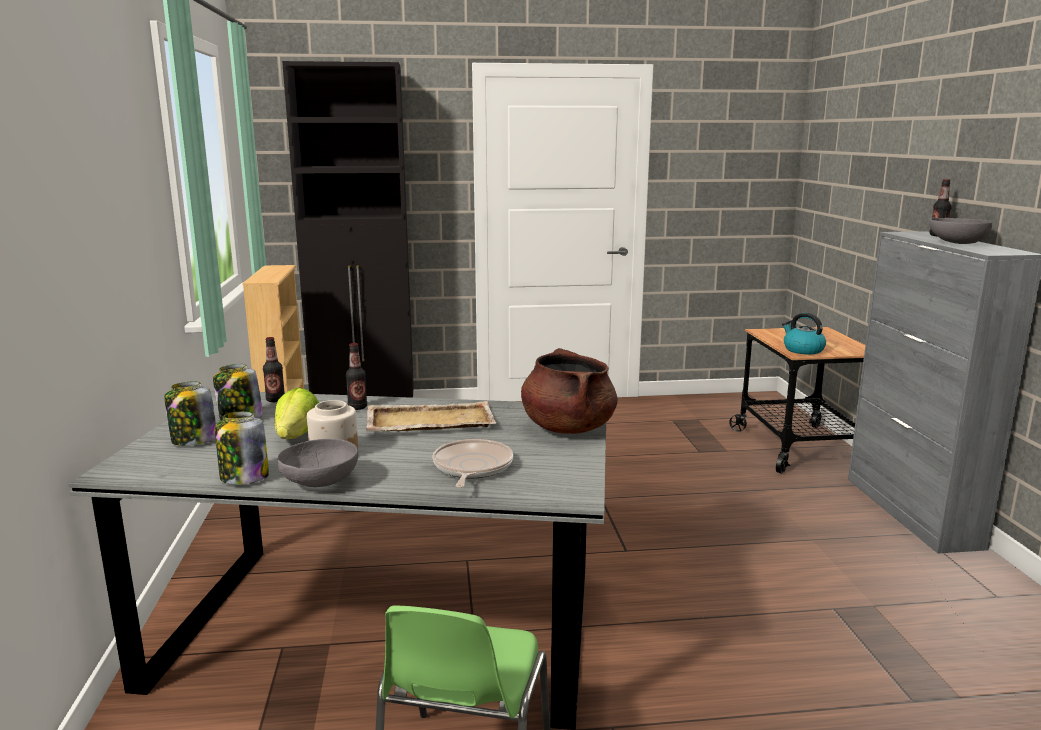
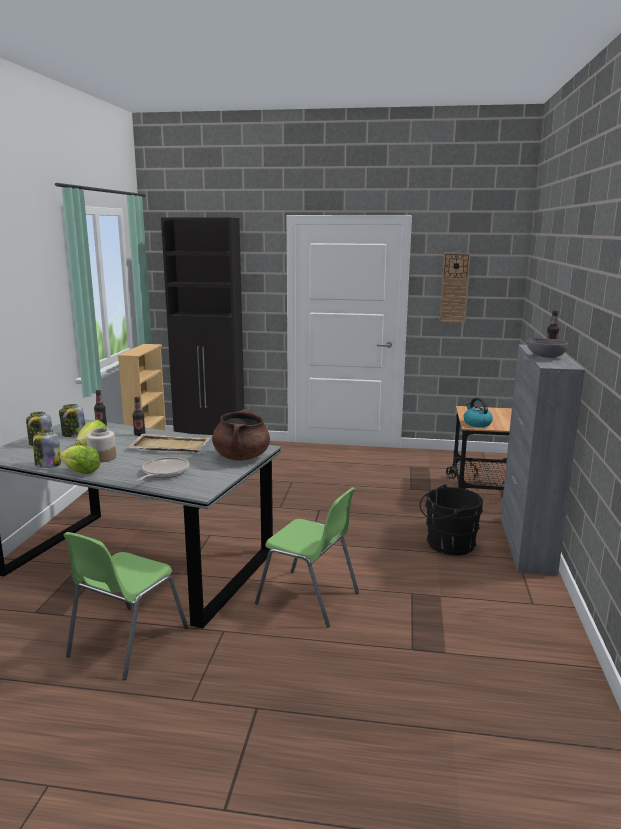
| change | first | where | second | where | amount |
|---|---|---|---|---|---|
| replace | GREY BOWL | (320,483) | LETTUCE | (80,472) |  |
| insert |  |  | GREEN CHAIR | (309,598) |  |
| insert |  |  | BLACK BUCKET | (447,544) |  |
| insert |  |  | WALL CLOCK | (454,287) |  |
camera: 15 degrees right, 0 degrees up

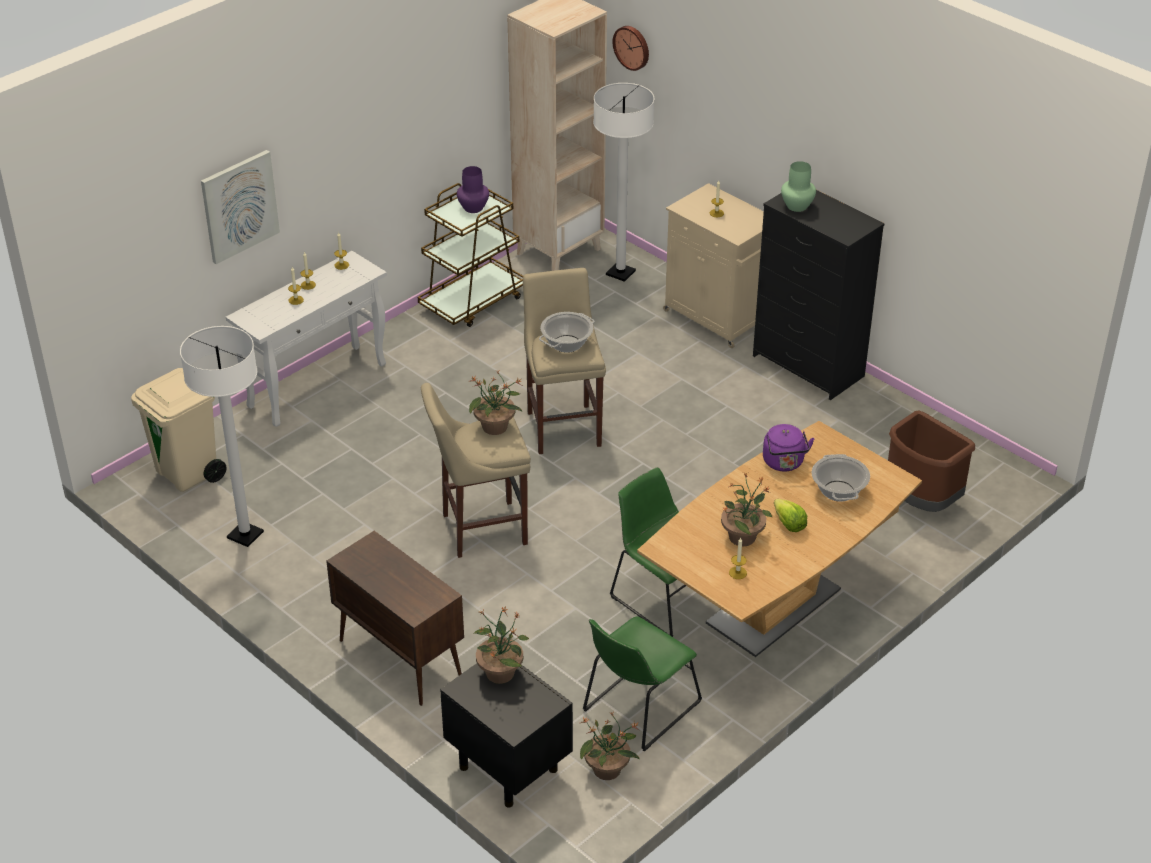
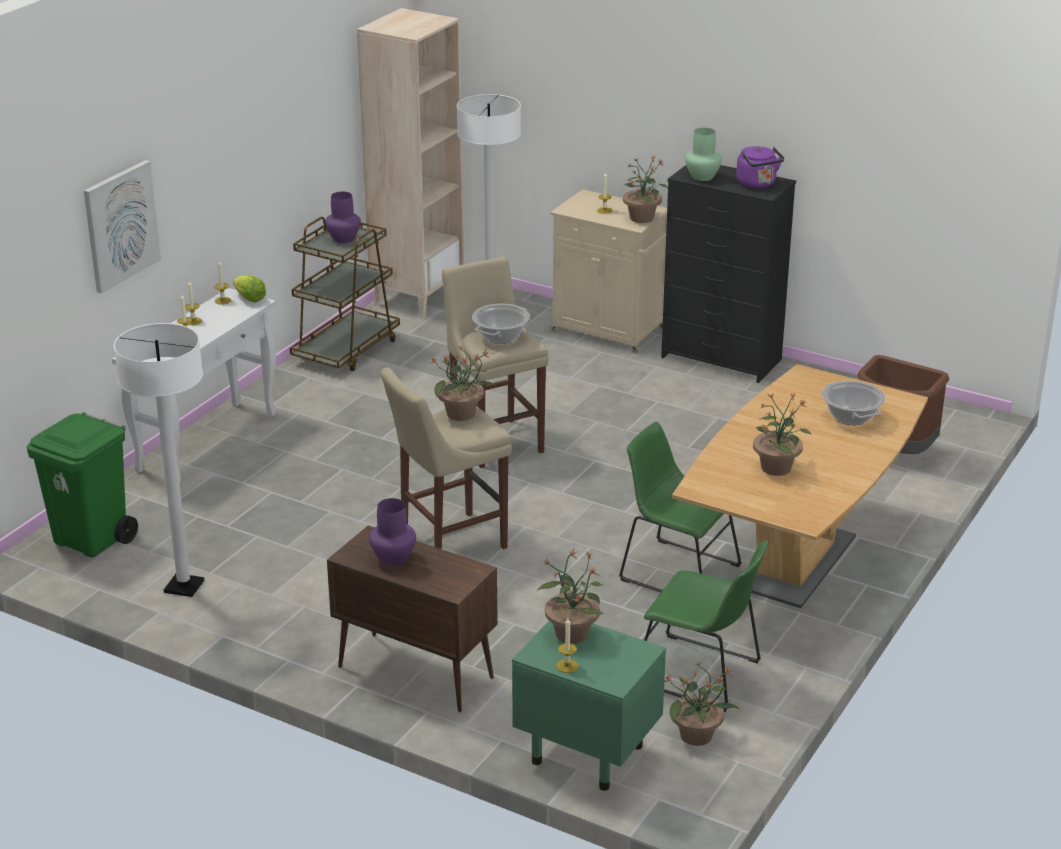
| change | first | where | second | where | amount |
|---|---|---|---|---|---|
| recolor | BEIGE TRASH CAN | (188,473) | GREEN TRASH CAN | (92,540) |  |
| recolor | BLACK NIGHTSTAND | (507,767) | GREEN NIGHTSTAND | (585,753) |  |
| rotate | GREEN CHAIR | (638,709) |  | (701,674) | 90 degrees counterclockwise |
| delete | WALL CLOCK | (632,47) |  |  |  |
| move | CANDLE | (737,573) |  | (567,666) |  |
| move | PURPLE KETTLE | (784,463) |  | (758,184) |  |
| move | LETTUCE | (788,524) |  | (249,298) |  |
| insert |  |  | PURPLE VASE | (394,558) |  |
| insert |  |  | POTTED PLANT | (642,217) |  |
camera: 15 degrees left, 10 degrees down

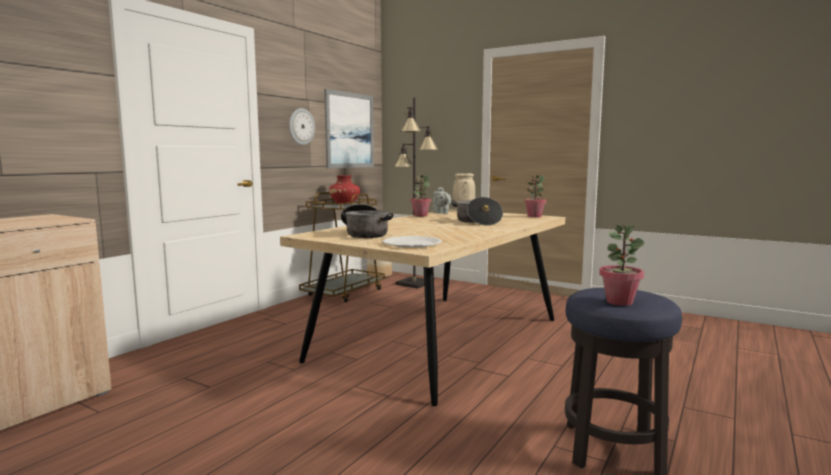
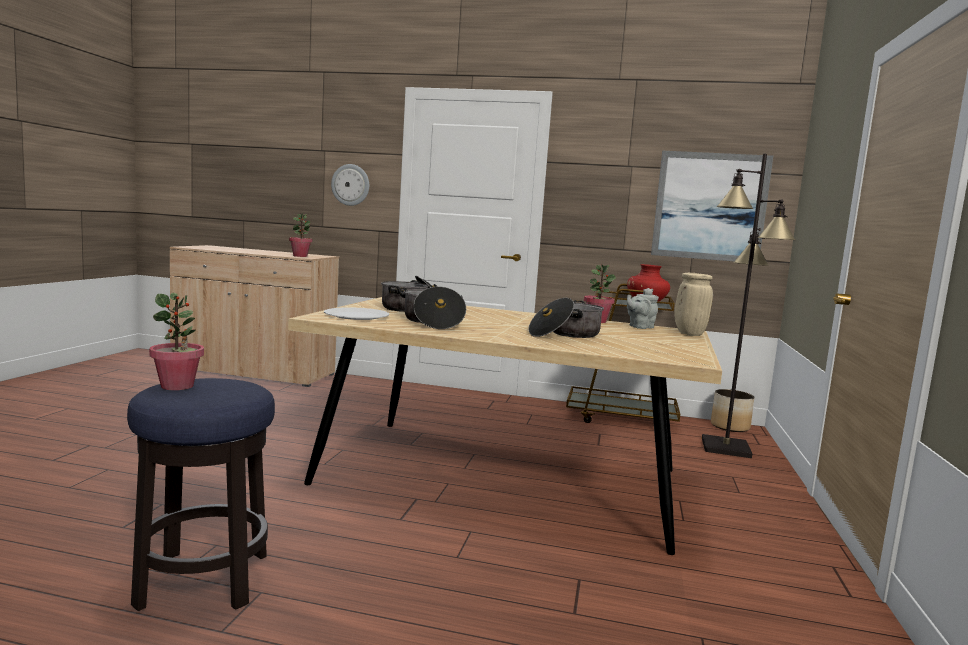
| change | first | where | second | where | amount |
|---|---|---|---|---|---|
| move | WALL CLOCK | (301,126) |  | (350,185) |  |
| move | POTTED PLANT | (534,216) |  | (300,256) |  |
| insert |  |  | COOKING POT | (431,322) |  |
camera: 70 degrees right, 0 degrees up

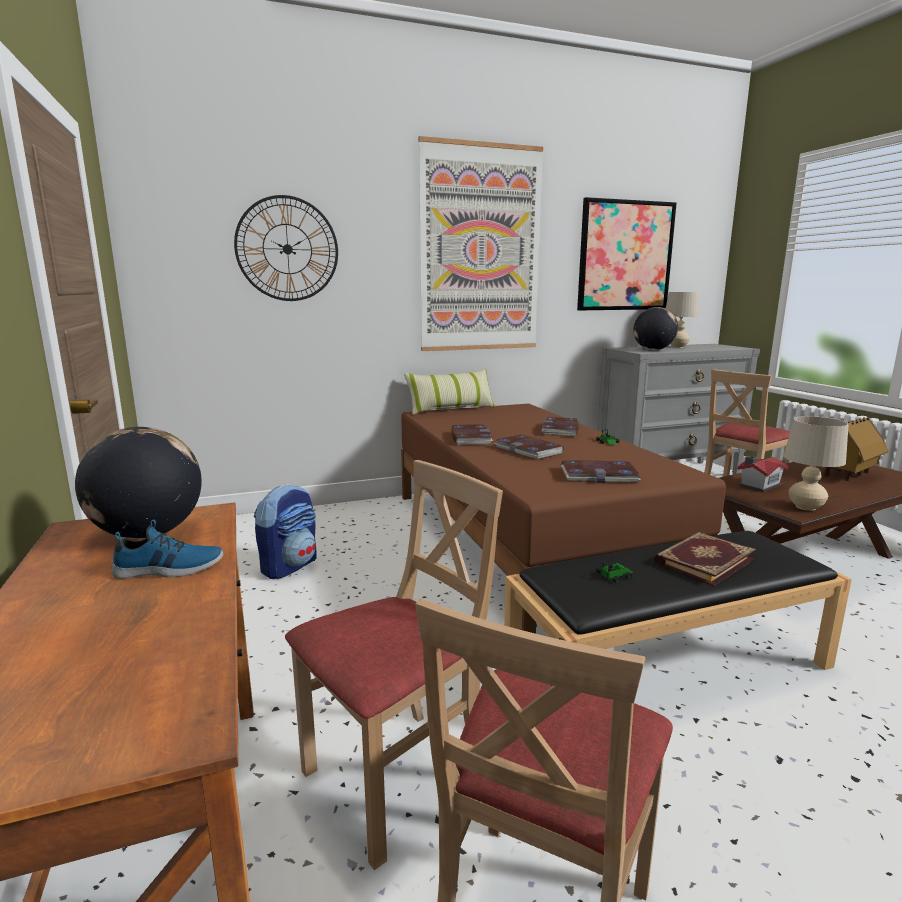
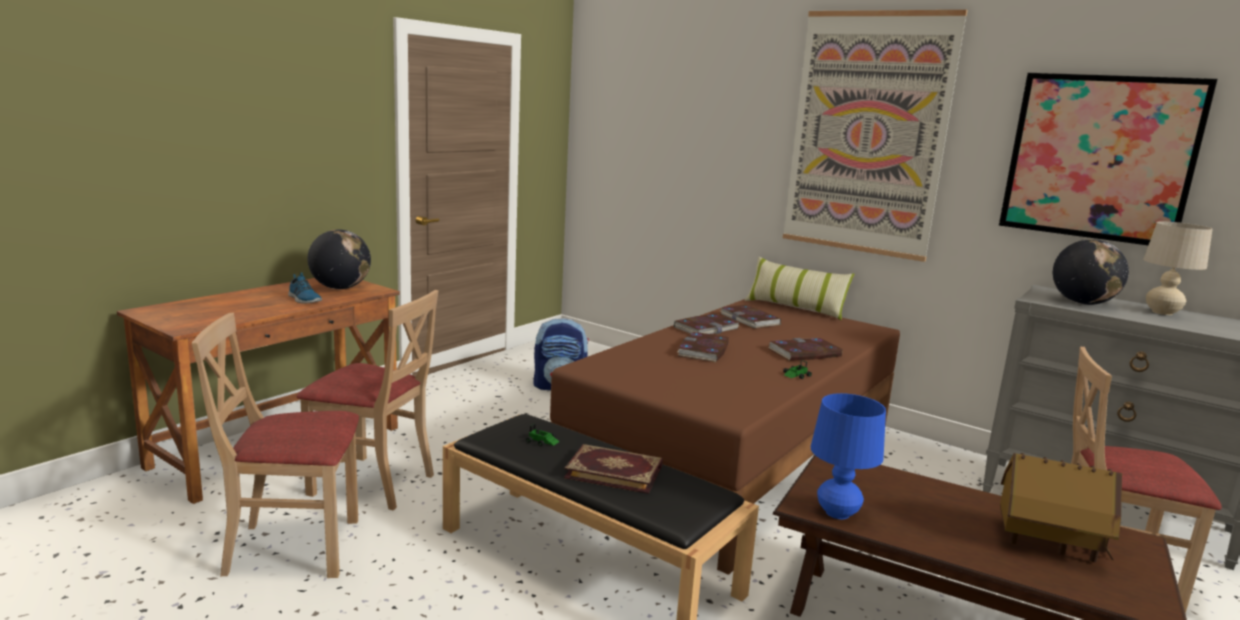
| change | first | where | second | where | amount |
|---|---|---|---|---|---|
| delete | WALL CLOCK | (287,249) |  |  |  |
| move | BOOK | (599,475) |  | (750,320) |  |
| delete | TOY HOUSE | (758,485) |  |  |  |
| recolor | BEIGE TABLE LAMP | (805,507) | BLUE TABLE LAMP | (837,513) |  |
camera: 55 degrees right, 0 degrees up

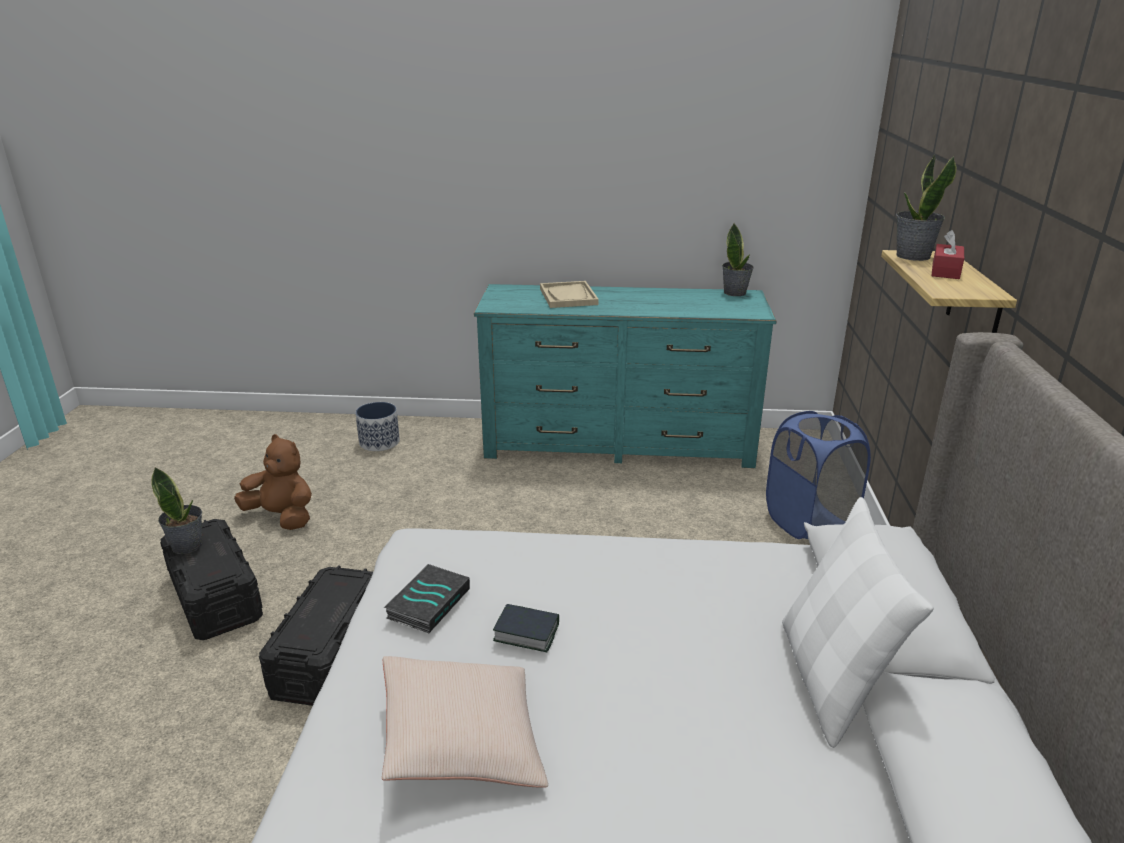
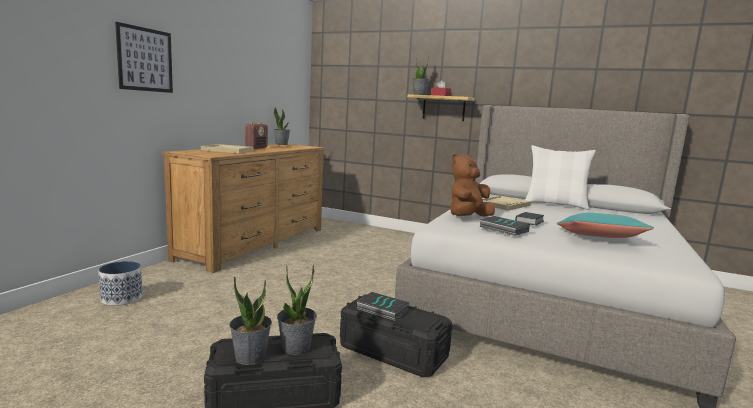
| change | first | where | second | where | amount |
|---|---|---|---|---|---|
| move | BROWN PLUSH TOY | (282,517) |  | (468,218) |  |
| recolor | BEIGE PILLOW | (462,741) | TURQUOISE PILLOW | (599,239) |  |
| recolor | TURQUOISE DRESSER | (618,443) | BROWN DRESSER | (255,243) |  |
| delete | BLUE LAUNDRY BASKET | (809,523) |  |  |  |
| insert |  |  | PICTURE | (145,59) |  |
| insert |  |  | RADIO | (256,148) |  |
| insert |  |  | POTTED PLANT | (296,348) |  |
| insert |  |  | BOOK | (381,309) |  |
| insert |  |  | BEIGE TRAY | (504,204) |  |
camera: 70 degrees left, 15 degrees down

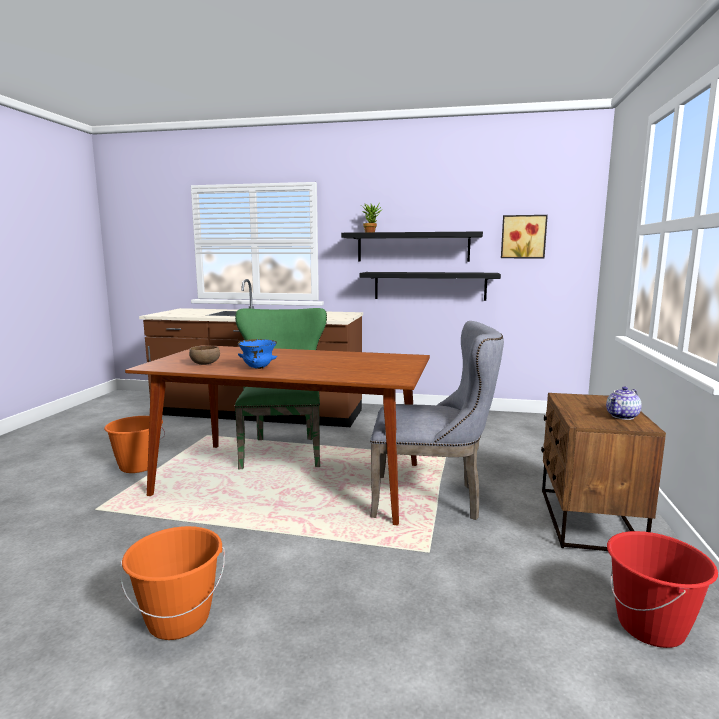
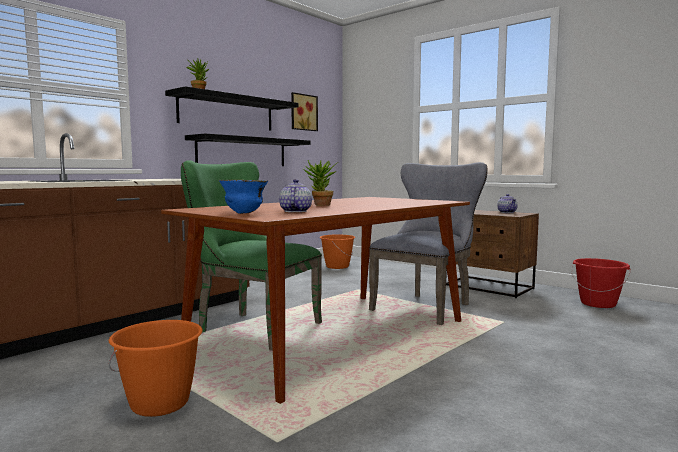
| change | first | where | second | where | amount |
|---|---|---|---|---|---|
| move | ORANGE BUCKET | (179,620) |  | (337,266) |  |
| replace | BROWN BOWL | (205,364) | TEAPOT | (294,211) |  |
| move | BLUE BOWL | (257,368) |  | (244,213) |  |
| insert |  |  | POTTED PLANT | (320,205) |  |
camera: 60 degrees left, 5 degrees down

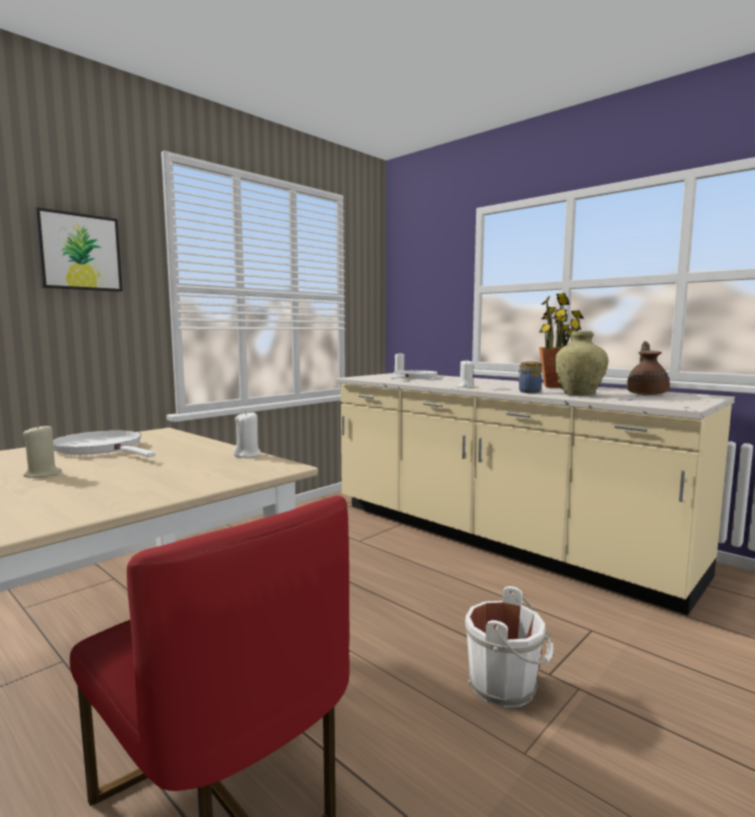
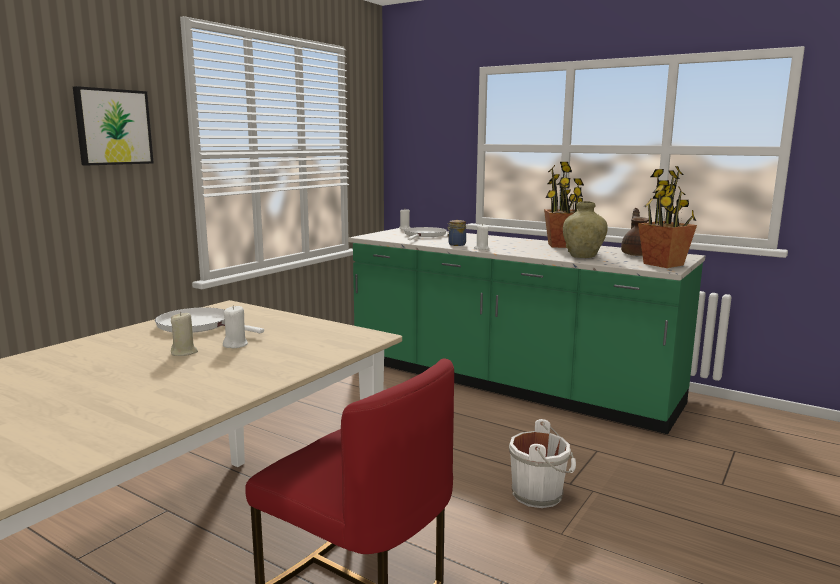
| change | first | where | second | where | amount |
|---|---|---|---|---|---|
| move | WHITE CANDLE | (247,455) |  | (235,345) |  |
| recolor | BEIGE COUNTER | (497,538) | GREEN COUNTER | (507,383) |  |
| move | JAR | (528,392) |  | (456,244) |  |
| insert |  |  | POTTED PLANT | (664,264) |  |
camera: 10 degrees left, 5 degrees up

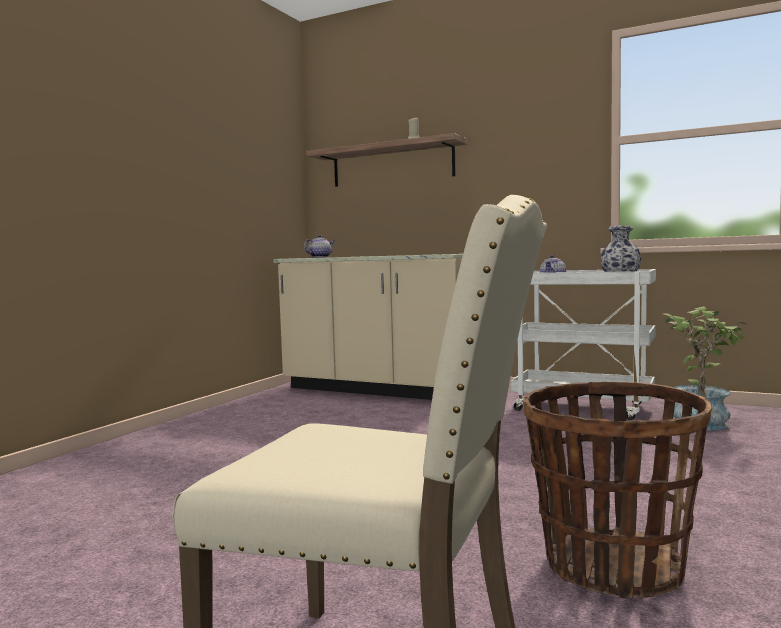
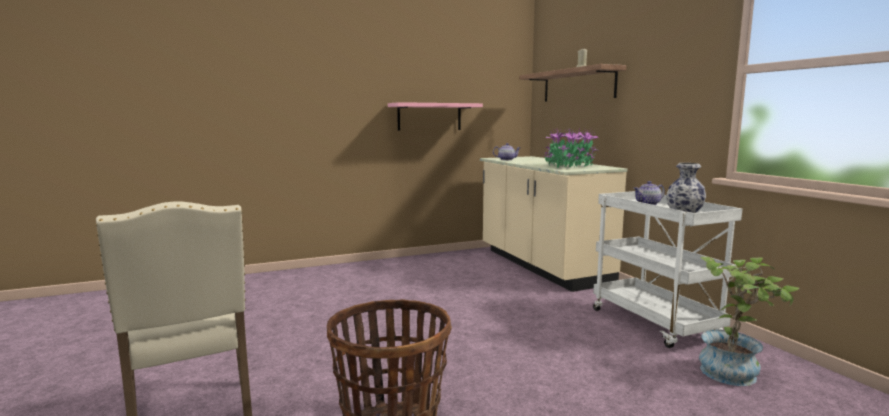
| change | first | where | second | where | amount |
|---|---|---|---|---|---|
| insert |  |  | PINK SHELF | (429,117) |  |
| insert |  |  | POTTED PLANT | (568,166) |  |
camera: 40 degrees right, 5 degrees up

